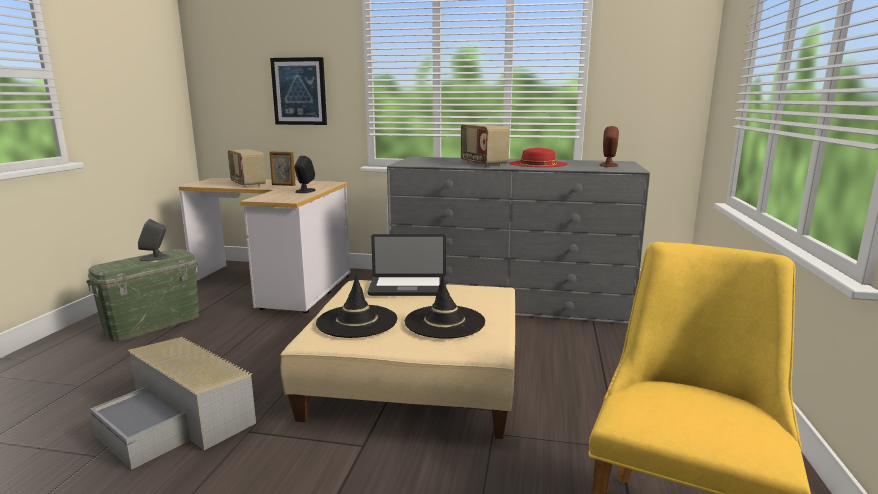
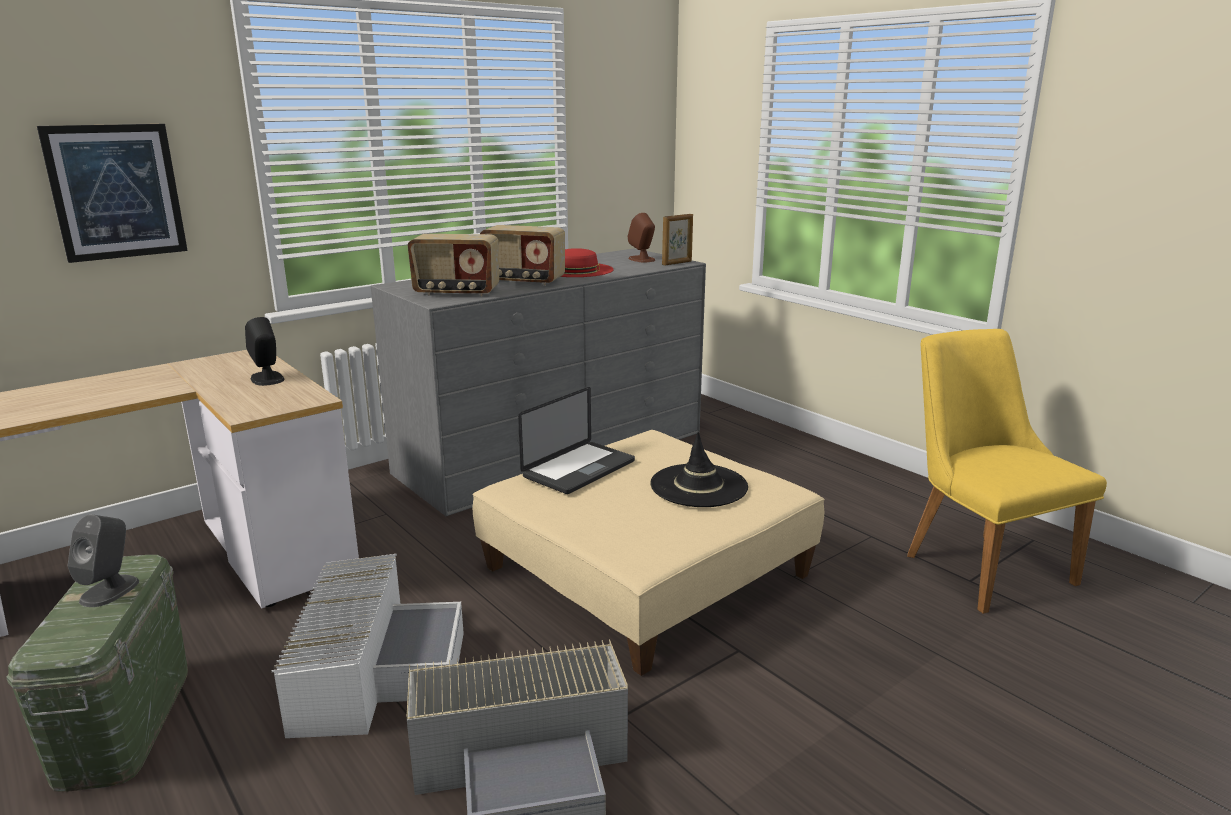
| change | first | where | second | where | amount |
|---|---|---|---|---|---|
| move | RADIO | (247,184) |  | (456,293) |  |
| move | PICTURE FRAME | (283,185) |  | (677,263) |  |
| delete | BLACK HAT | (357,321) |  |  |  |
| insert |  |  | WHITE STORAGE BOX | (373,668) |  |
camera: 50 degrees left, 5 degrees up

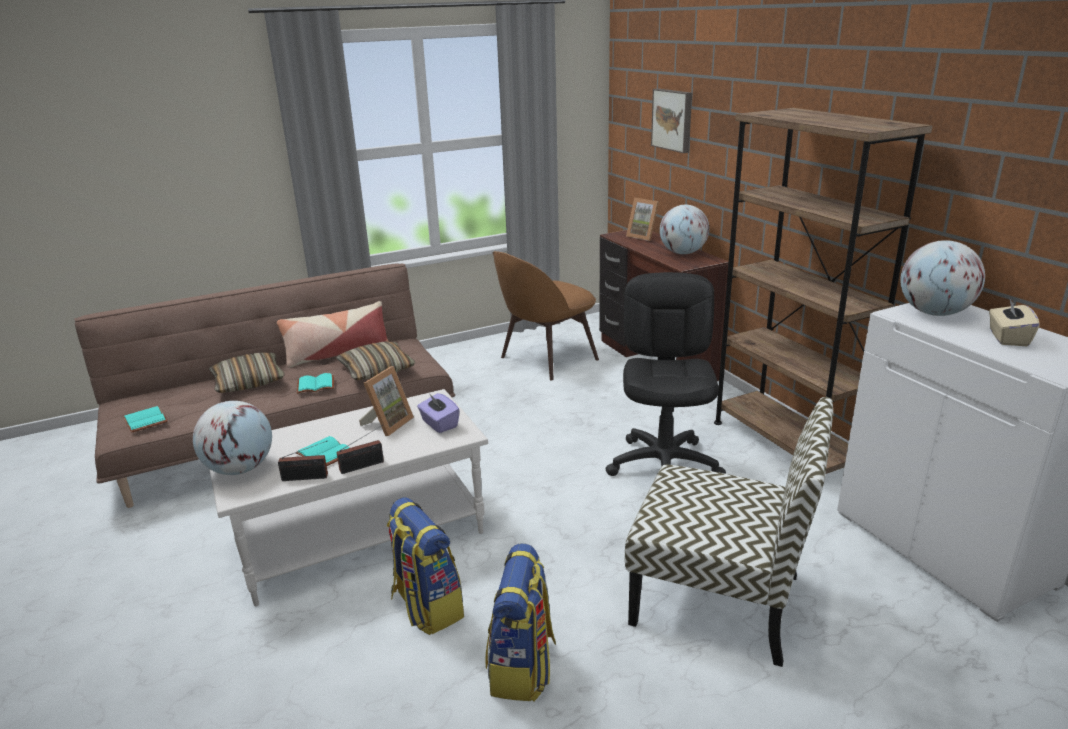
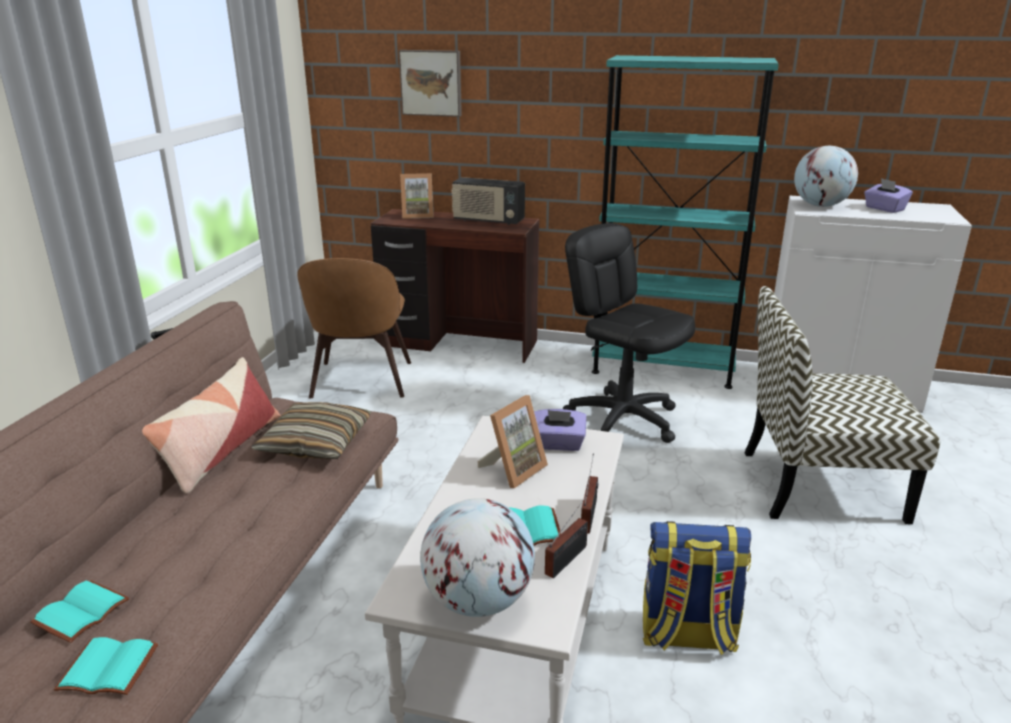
| change | first | where | second | where | amount |
|---|---|---|---|---|---|
| delete | PILLOW | (248,382) |  |  |  |
| move | TURQUOISE BOOK | (315,386) |  | (82,614) |  |
| rotate | PICTURE FRAME | (387,424) |  | (513,470) | 60 degrees clockwise |
| delete | BACKPACK | (522,668) |  |  |  |
| rotate | CHAIR | (719,599) |  | (819,486) | 150 degrees counterclockwise |
| replace | GLOBE | (683,253) | RADIO | (488,221) |  |
| recolor | BROWN BOOKCASE | (784,446) | TURQUOISE BOOKCASE | (662,368) |  |
| recolor | BEIGE TISSUE BOX | (1007,338) | PURPLE TISSUE BOX | (884,209) |  |
camera: 50 degrees left, 0 degrees up

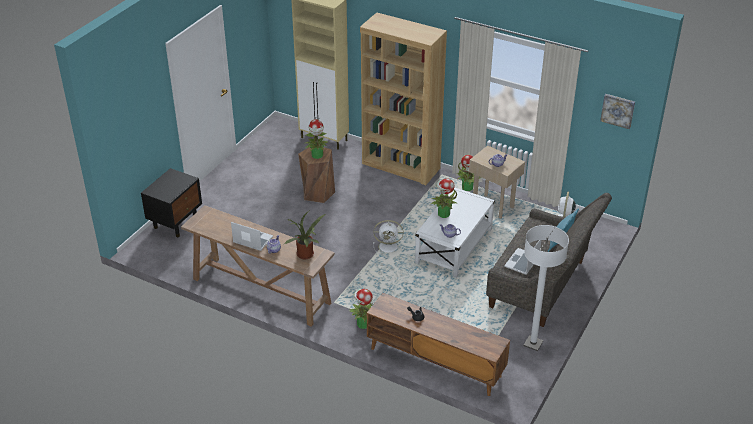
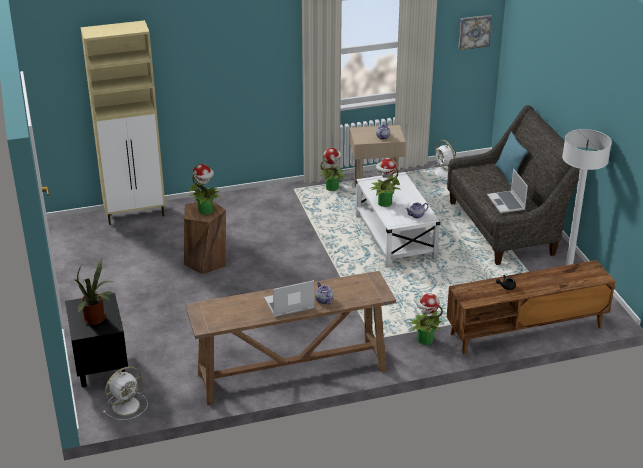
| change | first | where | second | where | amount |
|---|---|---|---|---|---|
| move | POTTED PLANT | (306,255) |  | (97,319) |  |
| delete | BROWN BOOKCASE | (401,166) |  |  |  |
| move | WHITE FAN | (389,246) |  | (127,405) |  |
camera: 45 degrees left, 5 degrees down

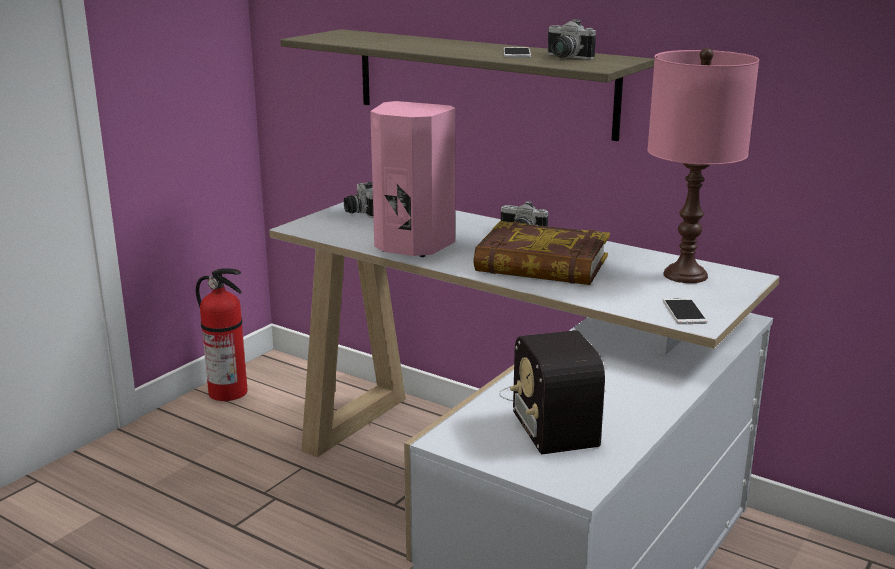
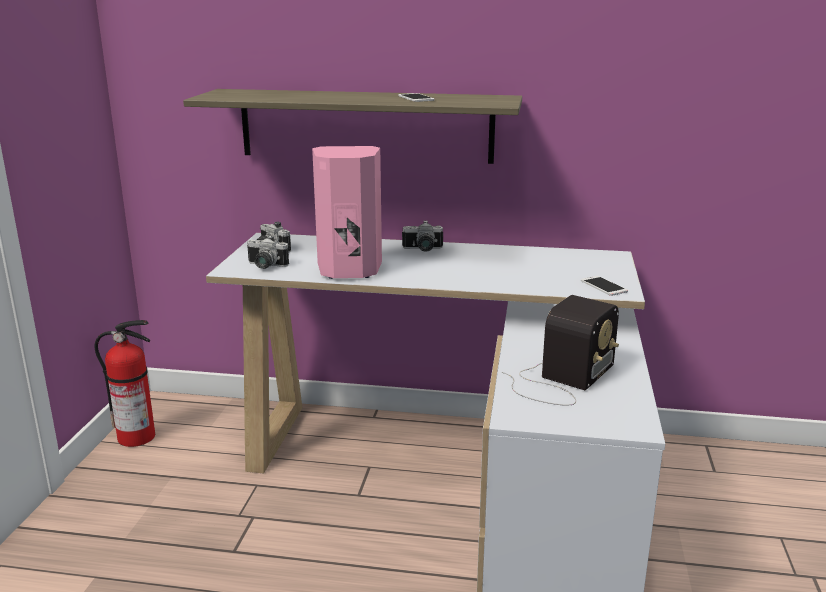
| change | first | where | second | where | amount |
|---|---|---|---|---|---|
| delete | BOOK | (541,264) |  |  |  |
| rotate | RADIO | (551,411) |  | (561,379) | 105 degrees counterclockwise |
| move | PHOTO CAMERA | (564,57) |  | (265,266) |  |
| delete | PINK TABLE LAMP | (684,275) |  |  |  |
camera: 25 degrees left, 0 degrees up

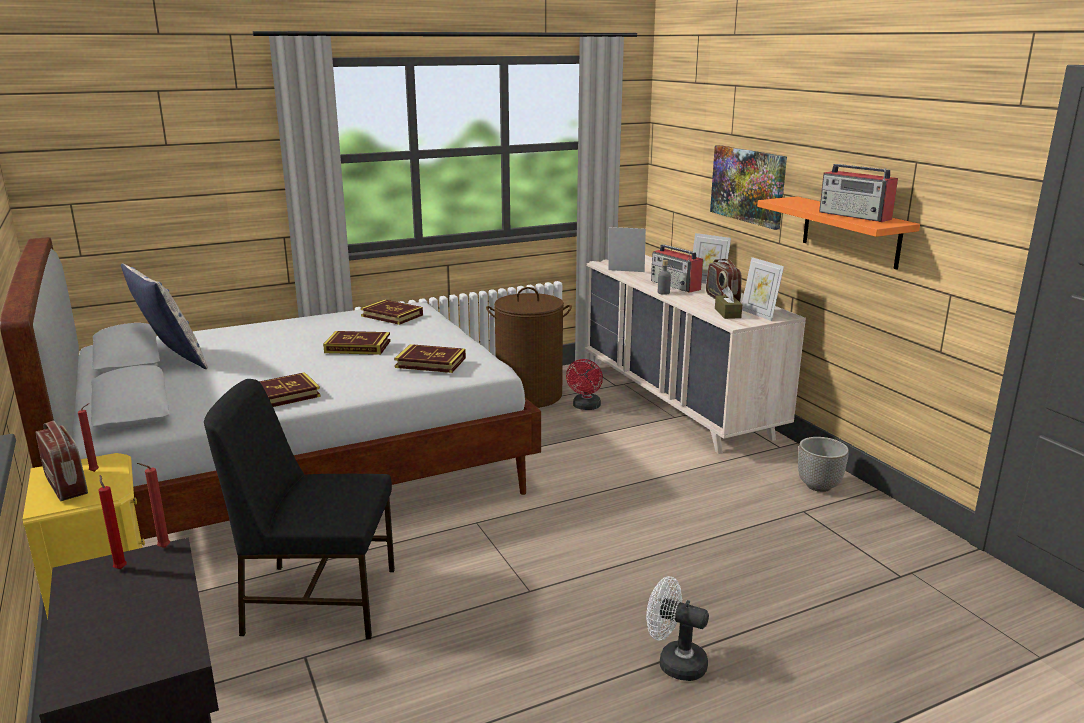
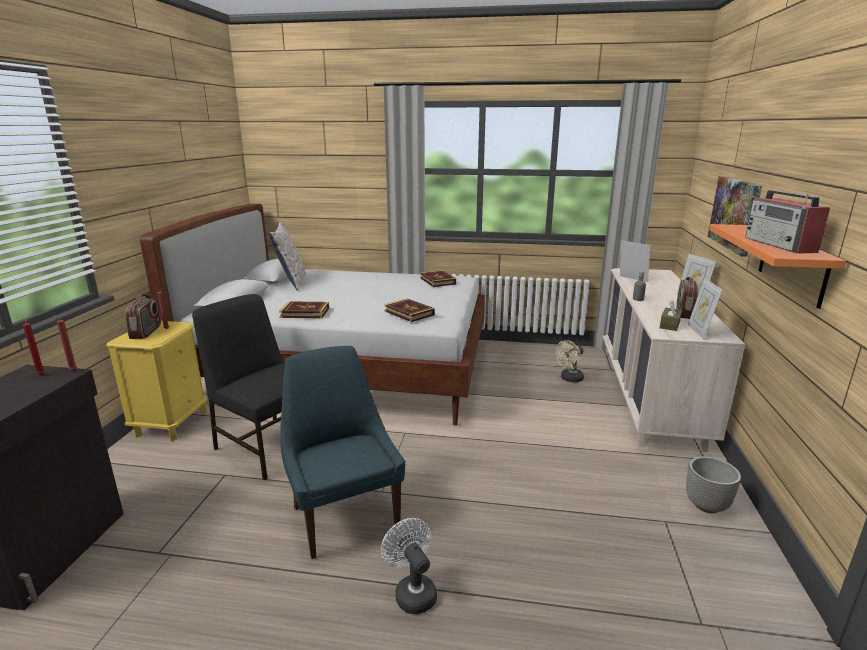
| change | first | where | second | where | amount |
|---|---|---|---|---|---|
| delete | BOOK | (357,347) |  |  |  |
| delete | BROWN LAUNDRY BASKET | (529,395) |  |  |  |
| recolor | RED FAN | (585,407) | BEIGE FAN | (569,379) |  |
| delete | RADIO | (676,285) |  |  |  |
| insert |  |  | BLUE CHAIR | (344,515) |  |
camera: 35 degrees right, 0 degrees up

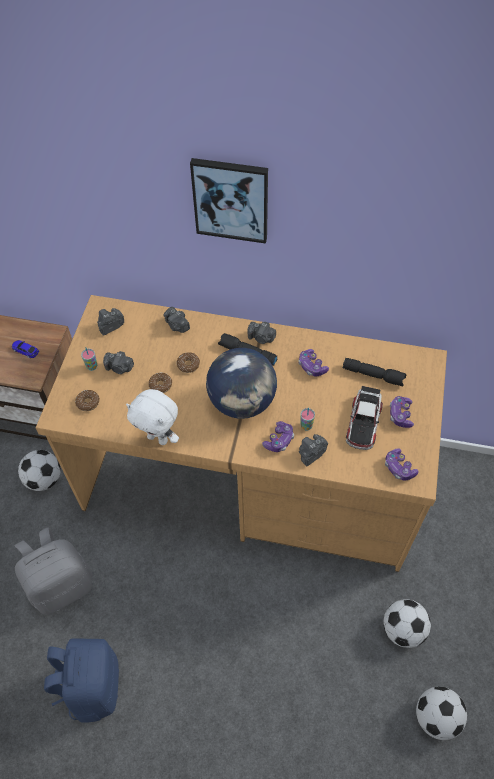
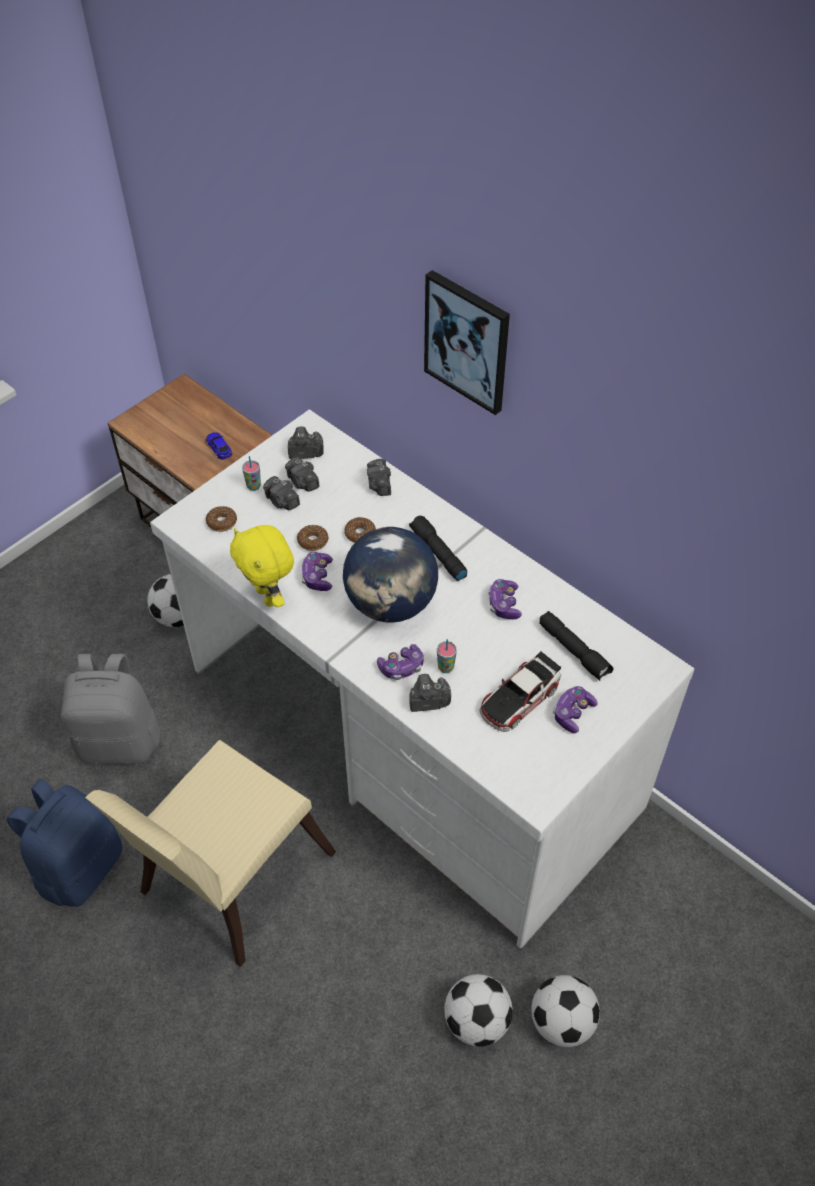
| change | first | where | second | where | amount |
|---|---|---|---|---|---|
| recolor | BROWN DESK | (249,480) | WHITE DESK | (408,739) |  |
| recolor | WHITE PLUSH TOY | (158,438) | YELLOW PLUSH TOY | (269,596) |  |
| move | PHOTO CAMERA | (261,338) |  | (302,482) |  |
| move | GAME CONTROLLER | (399,468) |  | (317,576) |  |
| move | FOOTBALL | (436,717) |  | (562,1022) |  |
| insert |  |  | BEIGE CHAIR | (228,880) |  |
camera: 30 degrees right, 5 degrees down

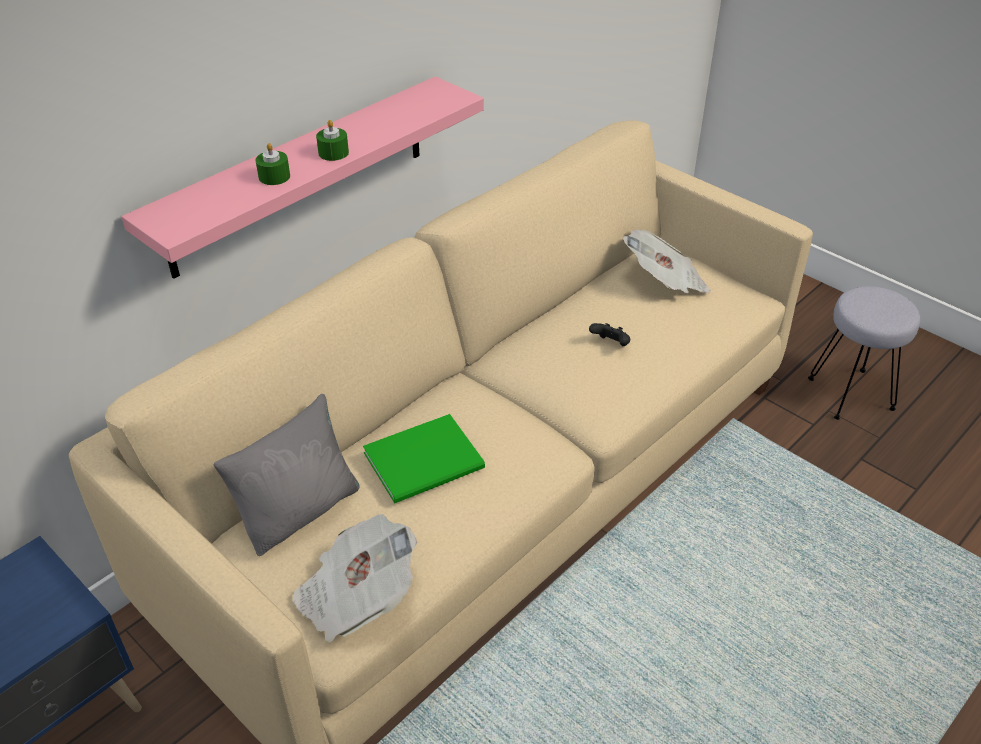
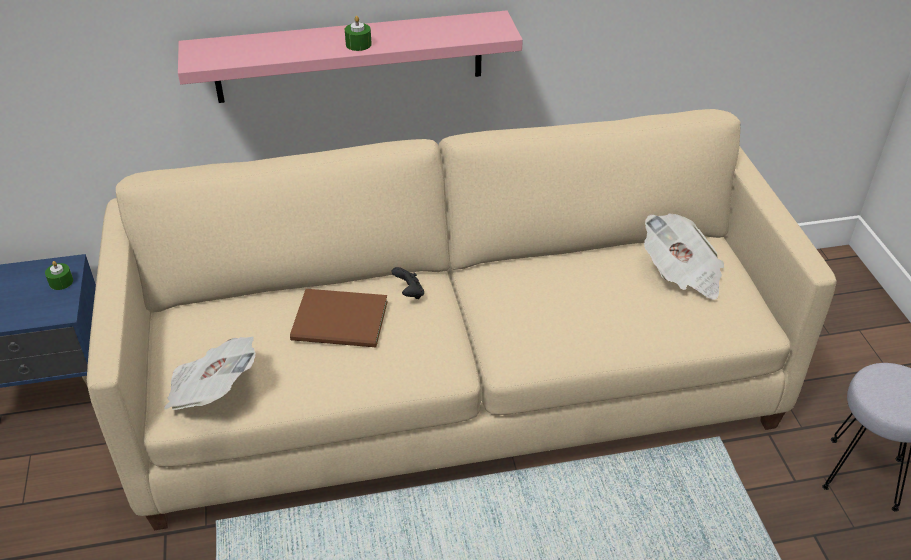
| change | first | where | second | where | amount |
|---|---|---|---|---|---|
| delete | GREY PILLOW | (300,511) |  |  |  |
| move | GREEN CANDLE | (274,177) |  | (61,282) |  |
| recolor | GREEN BOOK | (427,461) | BROWN BOOK | (342,322) |  |
| move | BLACK GAME CONTROLLER | (610,344) |  | (409,293) |  |
camera: 35 degrees right, 0 degrees up

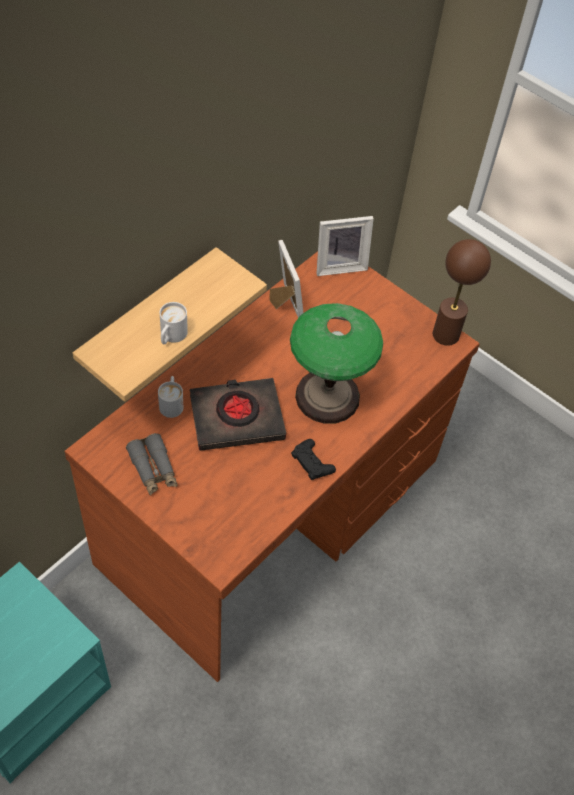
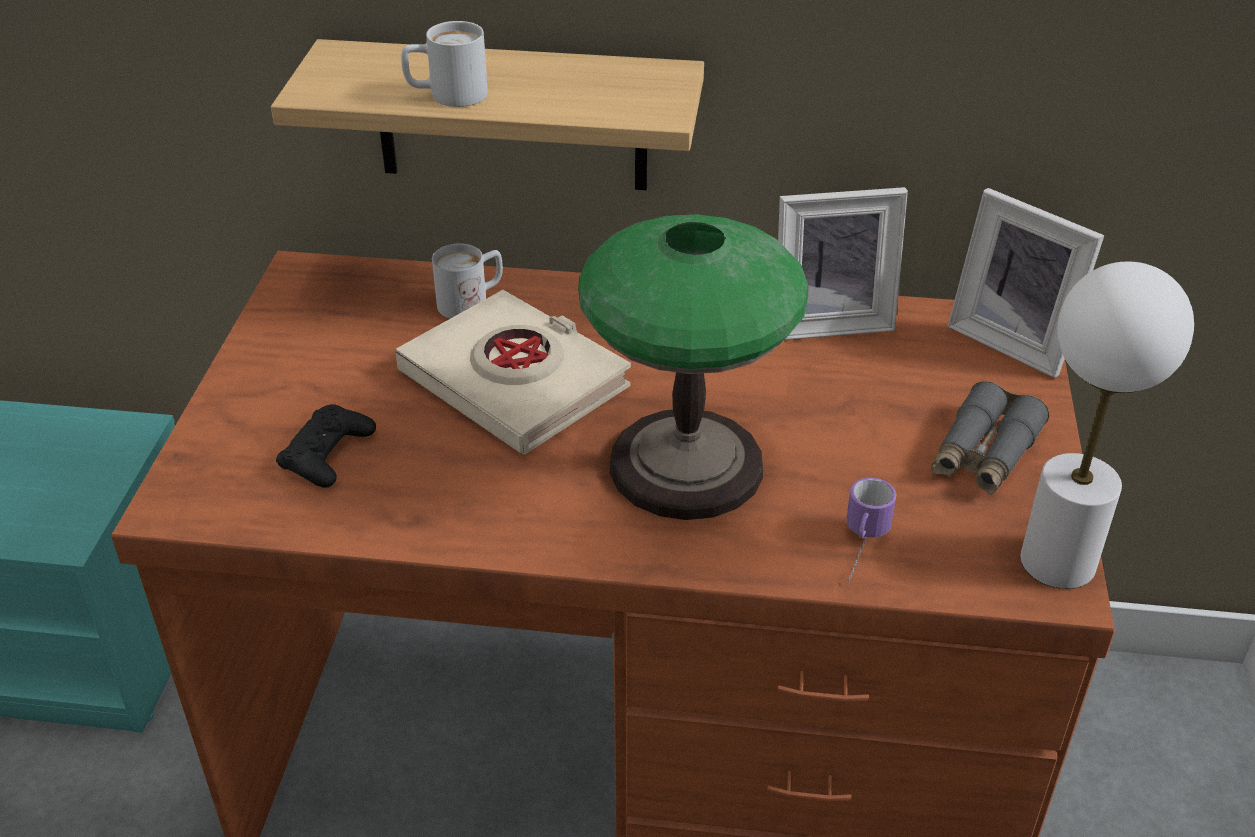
| change | first | where | second | where | amount |
|---|---|---|---|---|---|
| move | GREY BINOCULARS | (153,469) |  | (984,454) |  |
| recolor | BLACK BOOK | (237,418) | BEIGE BOOK | (515,381) |  |
| rotate | PICTURE FRAME | (284,304) |  | (829,321) | 45 degrees clockwise |
| move | BLACK GAME CONTROLLER | (312,462) |  | (327,454) |  |
| recolor | BROWN TABLE LAMP | (445,334) | WHITE TABLE LAMP | (1058,561) |  |
| insert |  |  | MUG | (859,551) |  |
camera: 60 degrees right, 15 degrees down

